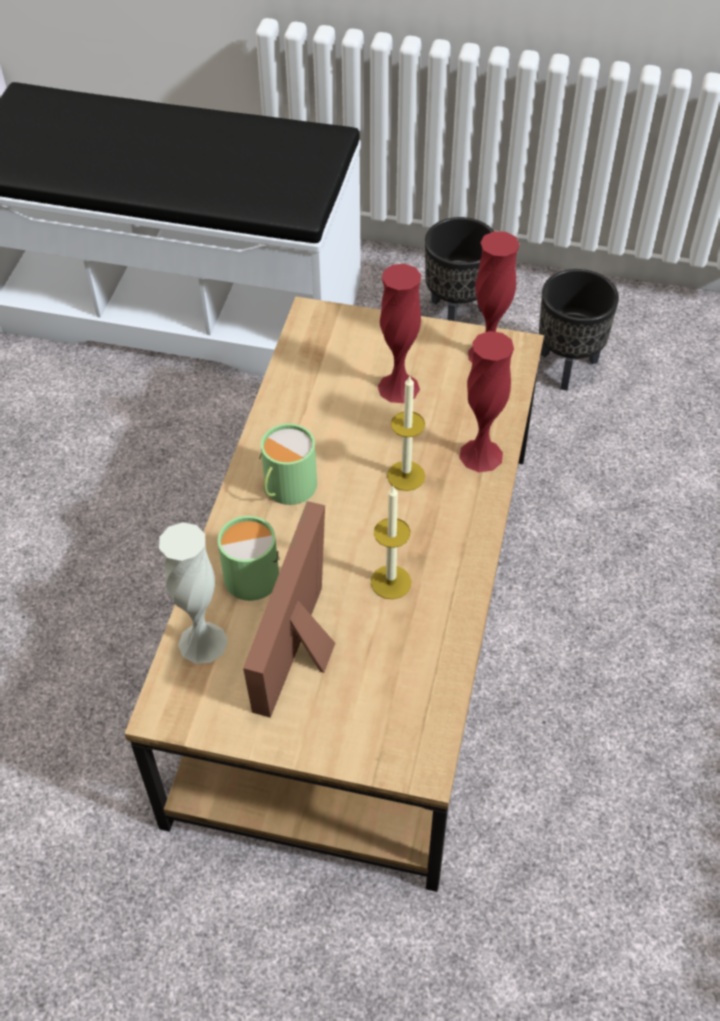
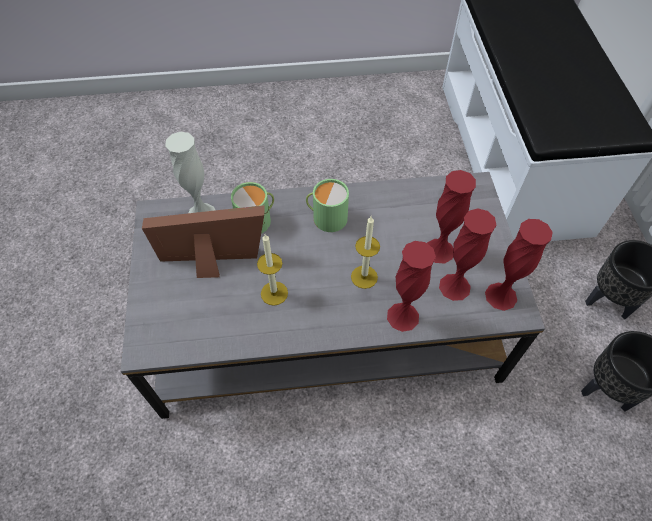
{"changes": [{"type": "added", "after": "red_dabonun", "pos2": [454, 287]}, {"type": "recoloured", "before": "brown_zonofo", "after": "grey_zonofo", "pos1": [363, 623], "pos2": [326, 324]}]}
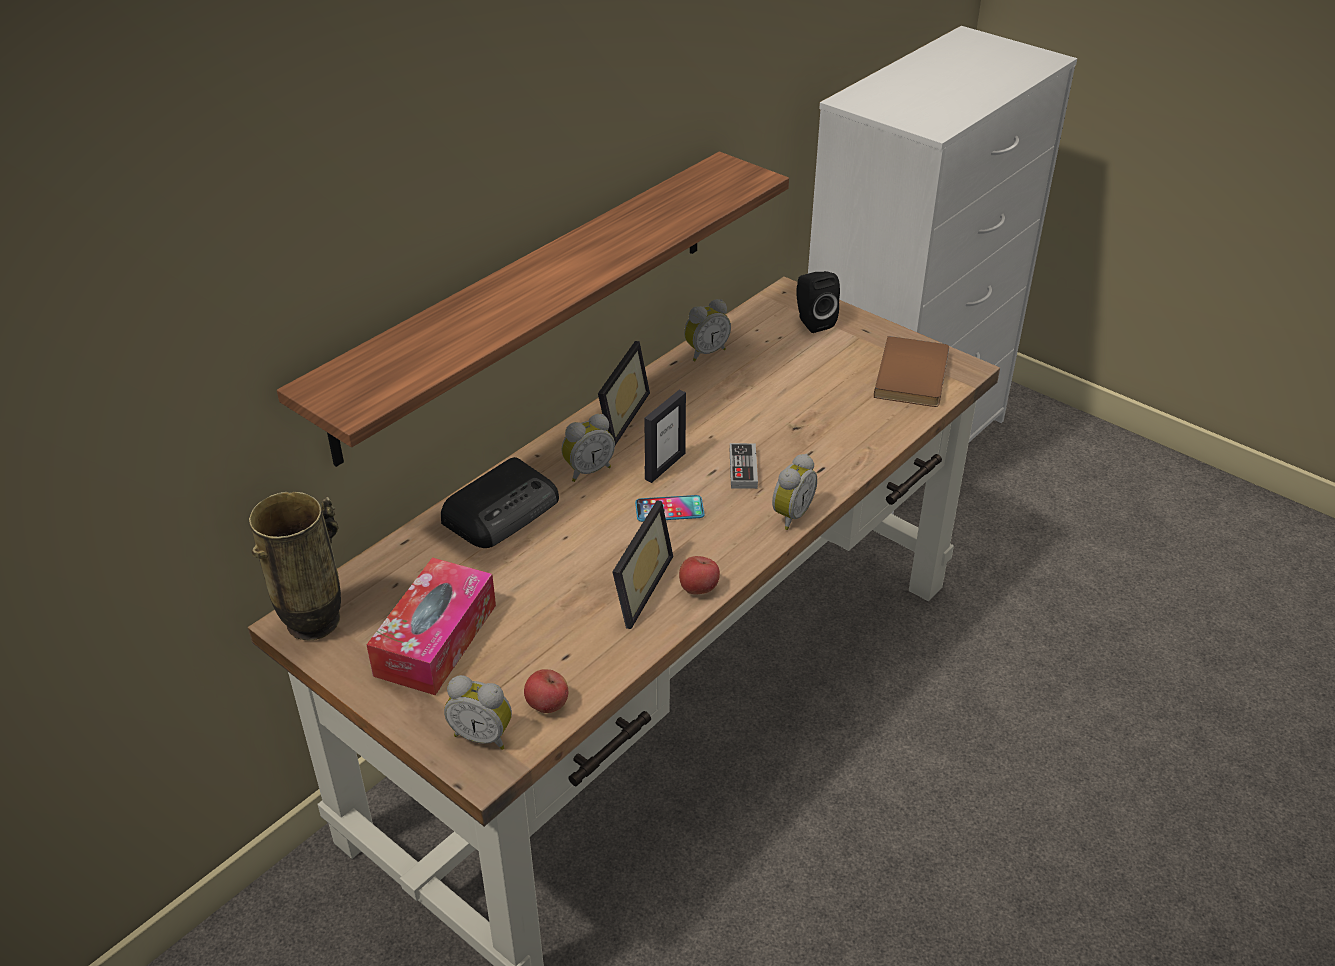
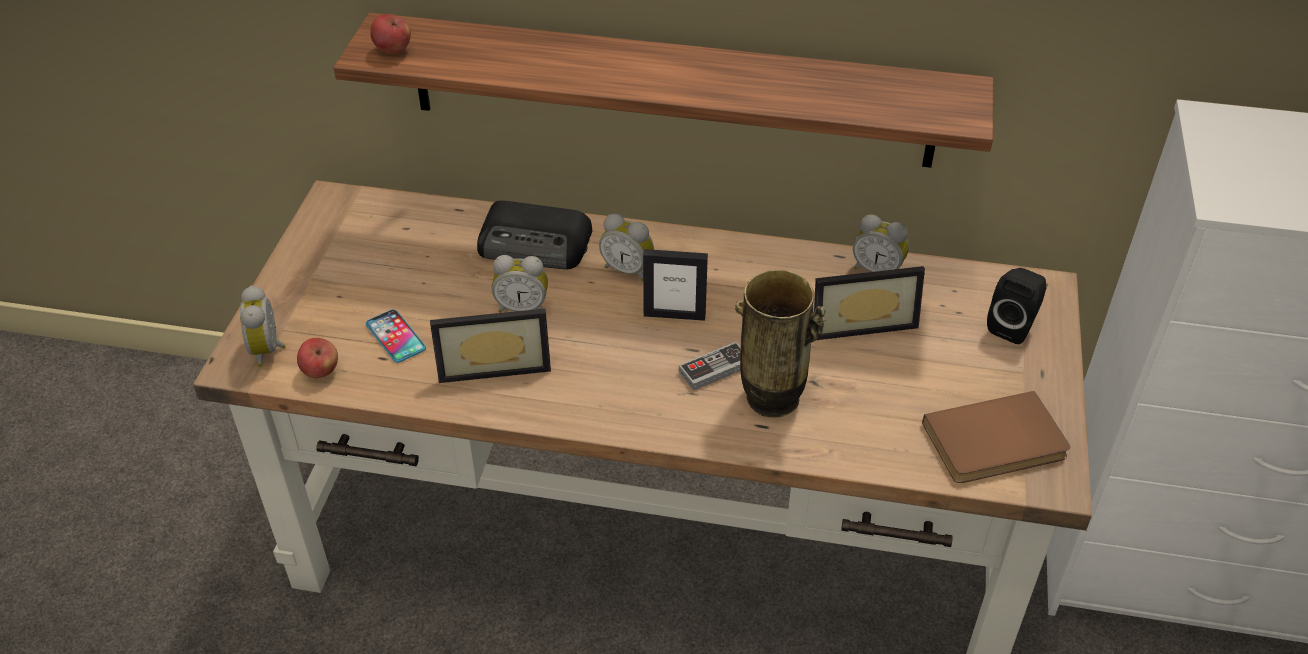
{"changes": [{"type": "removed", "before": "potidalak", "pos1": [436, 640]}, {"type": "moved", "before": "dabonun", "pos1": [314, 623], "pos2": [772, 400]}, {"type": "moved", "before": "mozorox", "pos1": [616, 416], "pos2": [860, 321]}, {"type": "moved", "before": "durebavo", "pos1": [669, 509], "pos2": [395, 337]}, {"type": "moved", "before": "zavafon", "pos1": [698, 589], "pos2": [393, 50]}, {"type": "moved", "before": "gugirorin", "pos1": [789, 515], "pos2": [522, 307]}]}
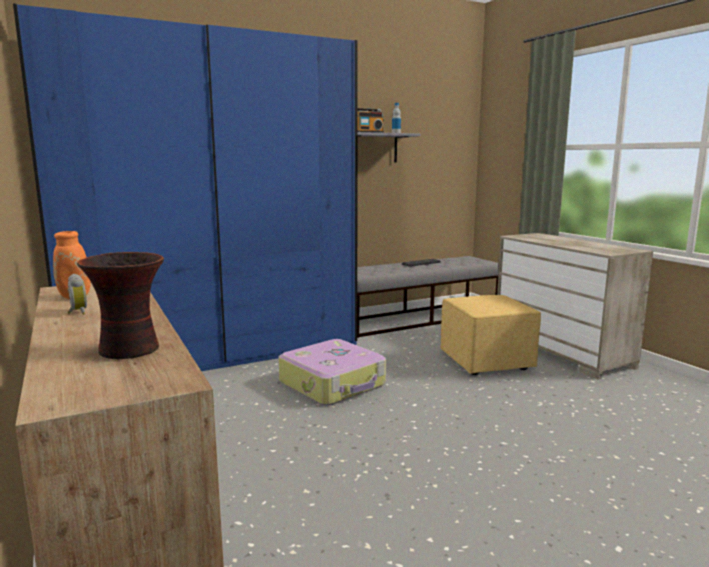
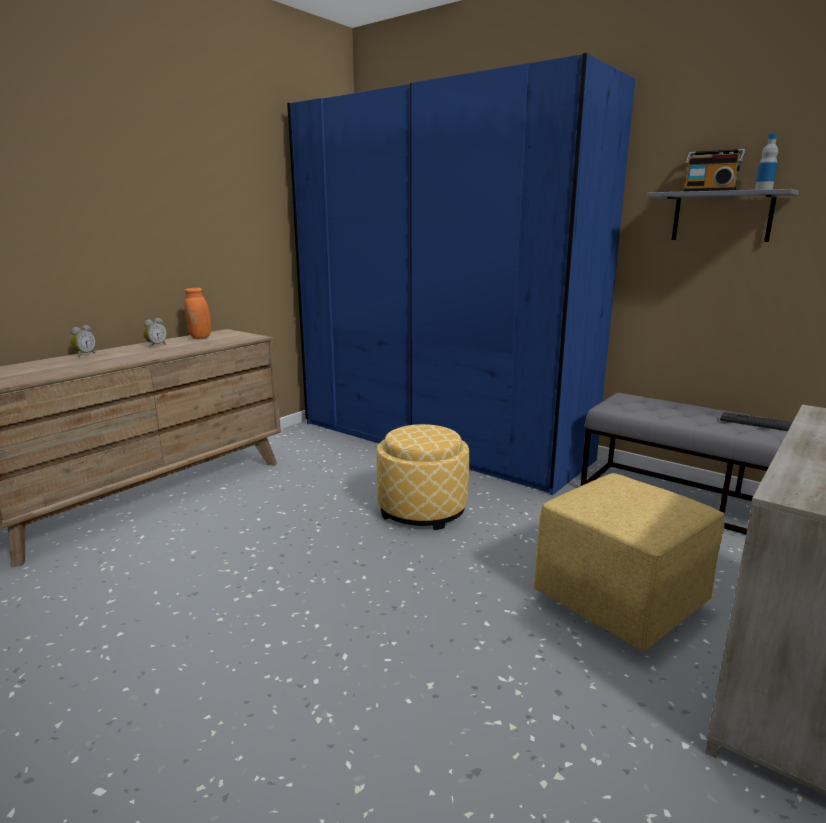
{"changes": [{"type": "removed", "before": "dabonun", "pos1": [130, 350]}, {"type": "added", "after": "gugirorin", "pos2": [84, 355]}, {"type": "replaced", "before": "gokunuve", "after": "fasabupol", "pos1": [333, 384], "pos2": [422, 510]}]}
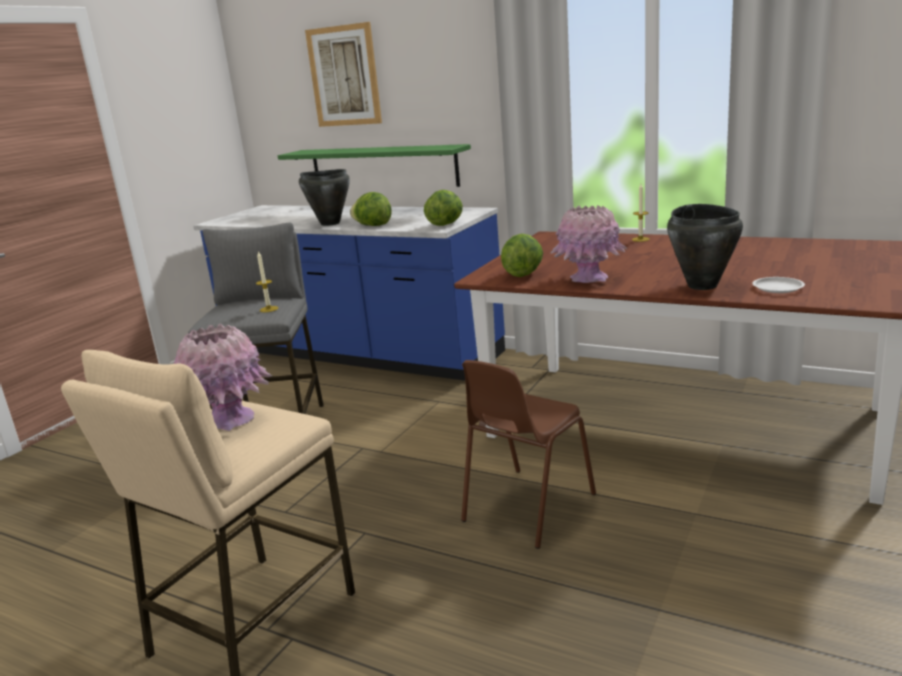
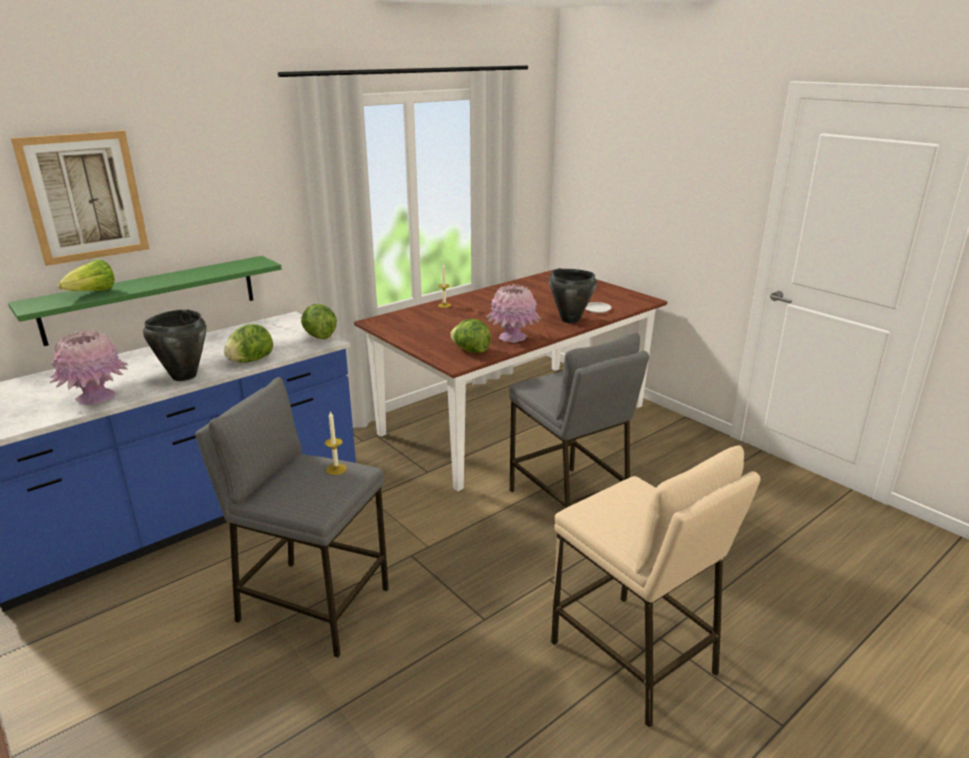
{"changes": [{"type": "added", "after": "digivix", "pos2": [93, 293]}, {"type": "moved", "before": "pink_dabonun", "pos1": [229, 420], "pos2": [96, 398]}, {"type": "replaced", "before": "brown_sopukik", "after": "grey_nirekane", "pos1": [526, 507], "pos2": [568, 502]}]}
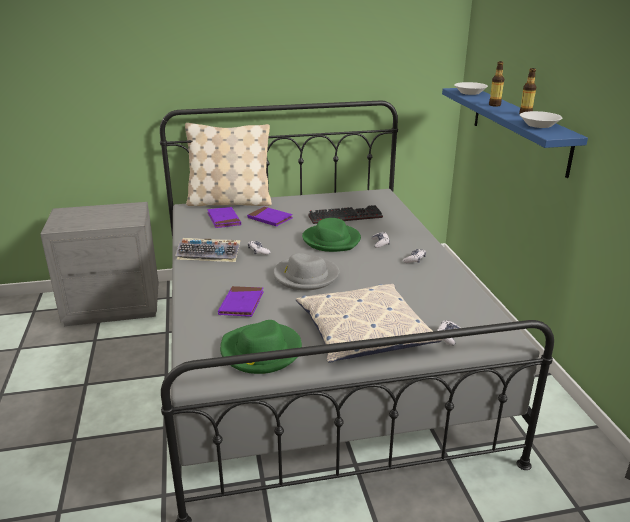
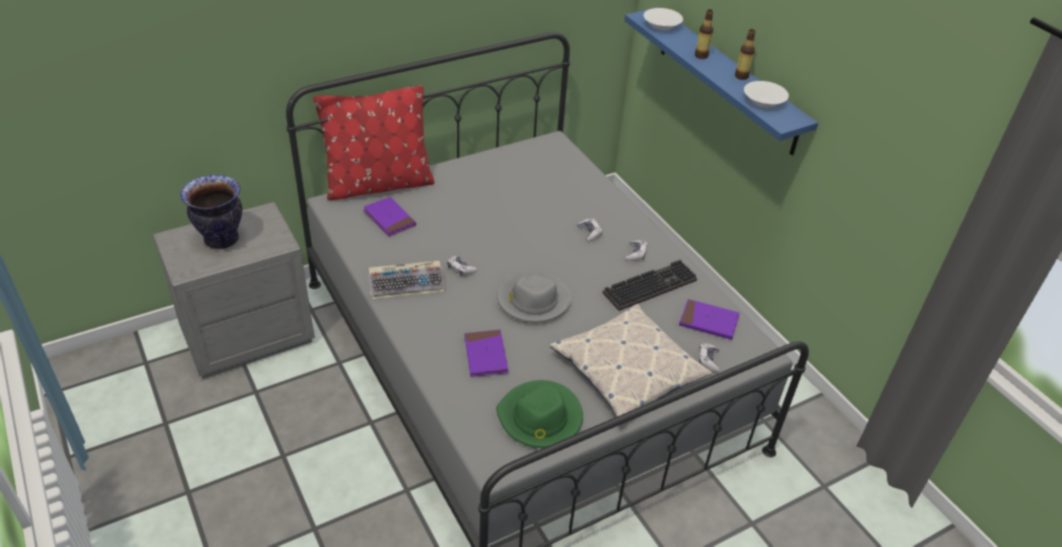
{"changes": [{"type": "removed", "before": "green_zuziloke", "pos1": [332, 240]}, {"type": "added", "after": "dabonun", "pos2": [222, 239]}, {"type": "moved", "before": "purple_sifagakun", "pos1": [270, 218], "pos2": [708, 321]}, {"type": "moved", "before": "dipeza", "pos1": [346, 216], "pos2": [650, 285]}, {"type": "recoloured", "before": "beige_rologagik", "after": "red_rologagik", "pos1": [230, 202], "pos2": [378, 184]}]}
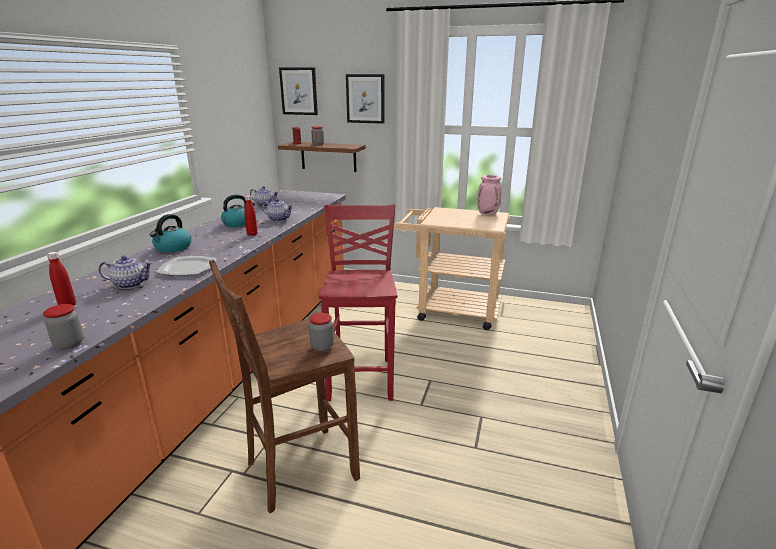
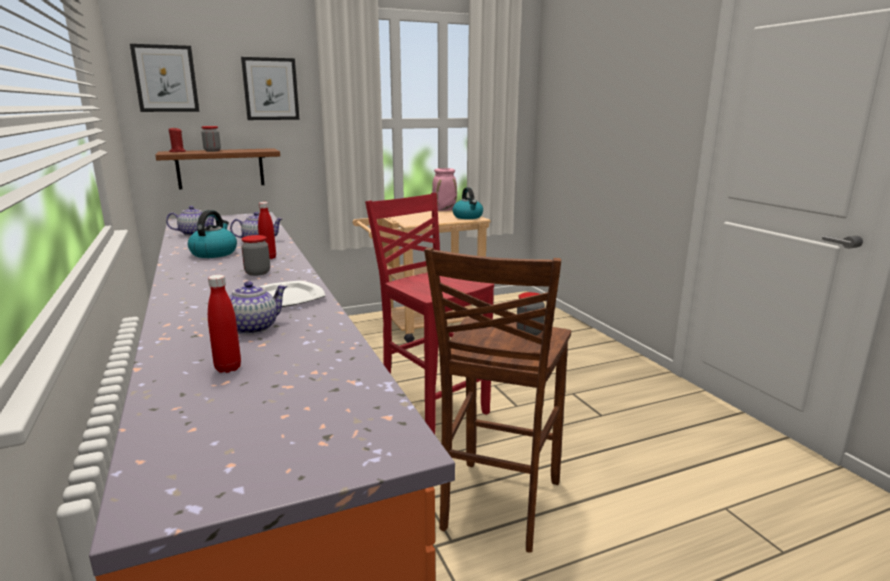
{"changes": [{"type": "moved", "before": "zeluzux", "pos1": [69, 344], "pos2": [257, 273]}, {"type": "moved", "before": "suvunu", "pos1": [173, 248], "pos2": [468, 217]}]}
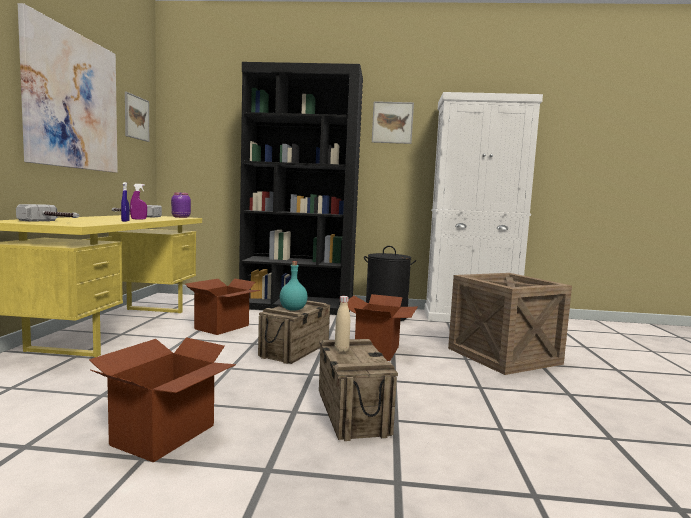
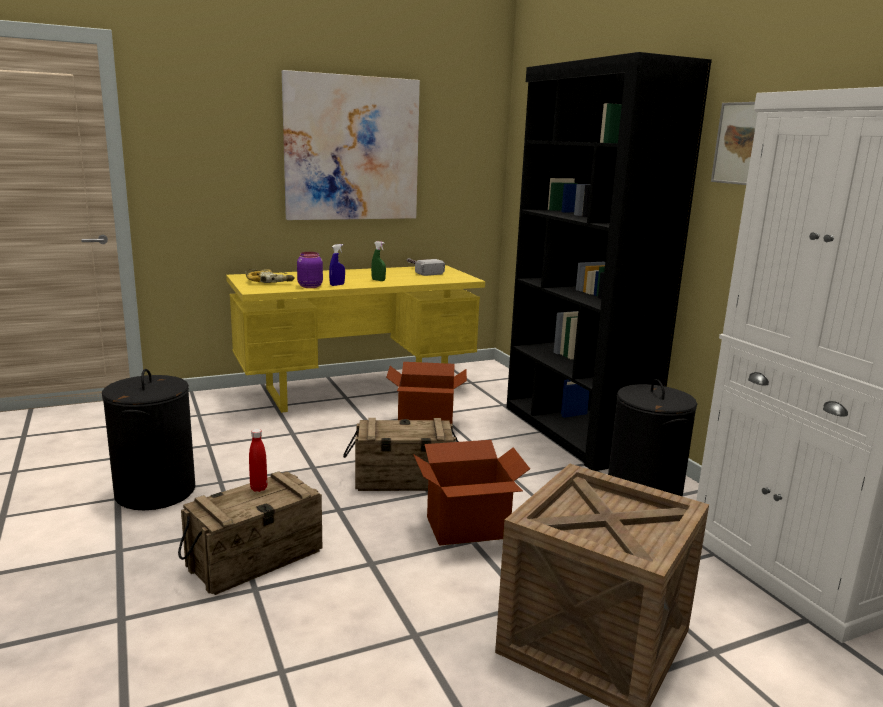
{"changes": [{"type": "removed", "before": "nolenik", "pos1": [136, 117]}, {"type": "removed", "before": "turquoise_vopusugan", "pos1": [293, 309]}, {"type": "moved", "before": "purple_zeluzux", "pos1": [180, 217], "pos2": [309, 286]}, {"type": "replaced", "before": "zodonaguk", "after": "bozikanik", "pos1": [53, 222], "pos2": [269, 281]}, {"type": "replaced", "before": "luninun", "after": "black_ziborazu", "pos1": [165, 435], "pos2": [155, 492]}, {"type": "recoloured", "before": "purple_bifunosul", "after": "green_bifunosul", "pos1": [138, 219], "pos2": [378, 280]}, {"type": "recoloured", "before": "beige_vopusugan", "after": "red_vopusugan", "pos1": [341, 350], "pos2": [258, 488]}]}
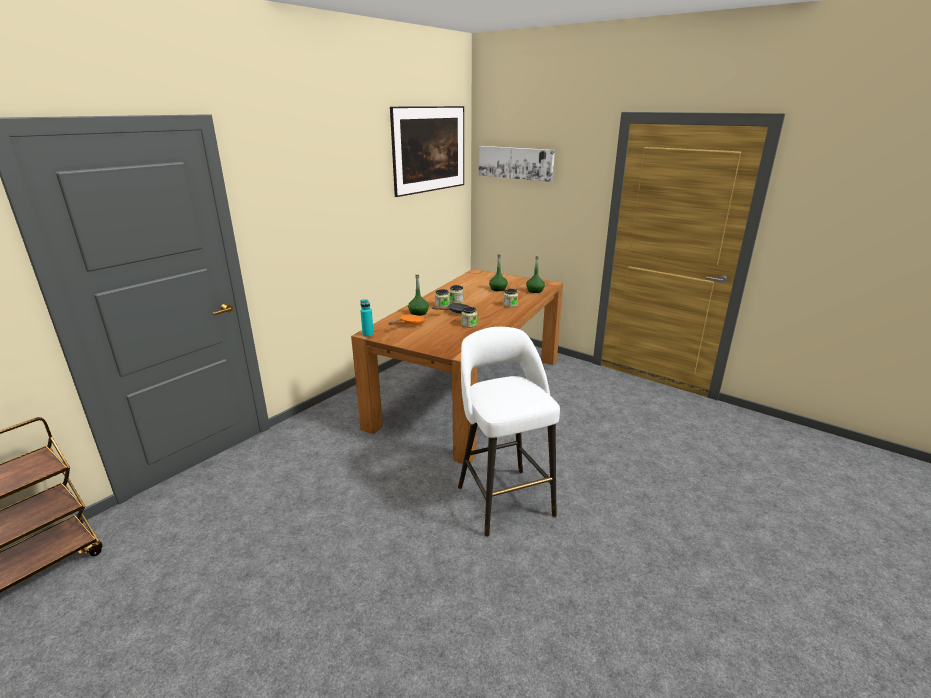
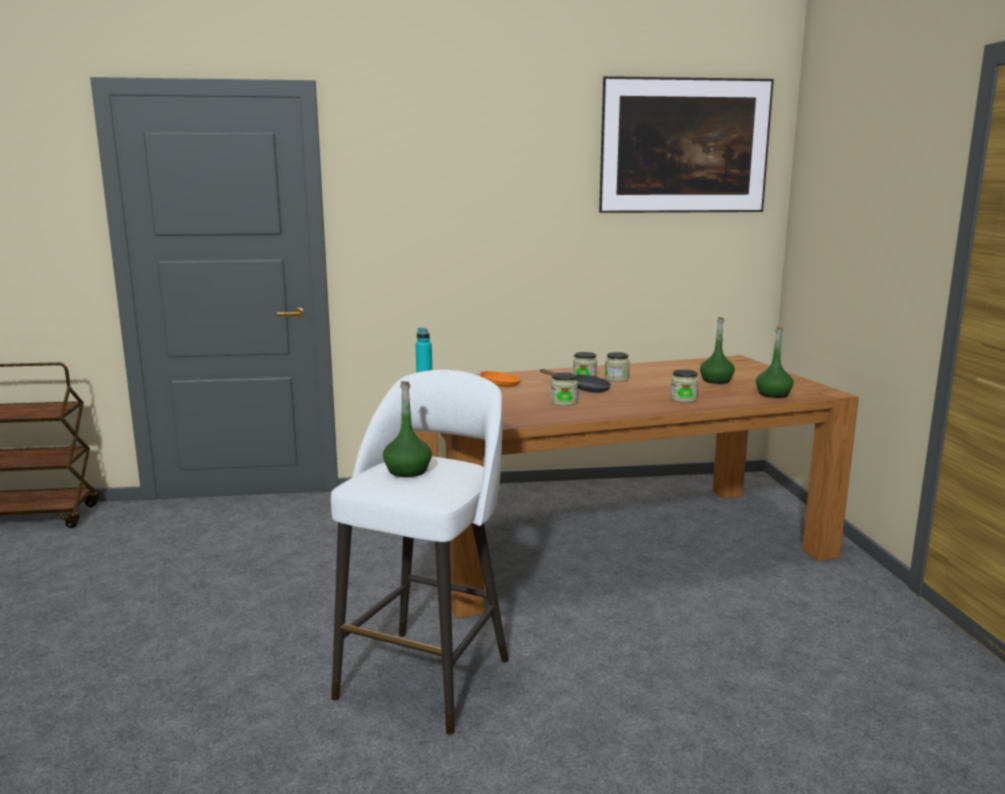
{"changes": [{"type": "removed", "before": "nolenik", "pos1": [515, 163]}, {"type": "moved", "before": "green_vopusugan", "pos1": [418, 313], "pos2": [407, 471]}]}
